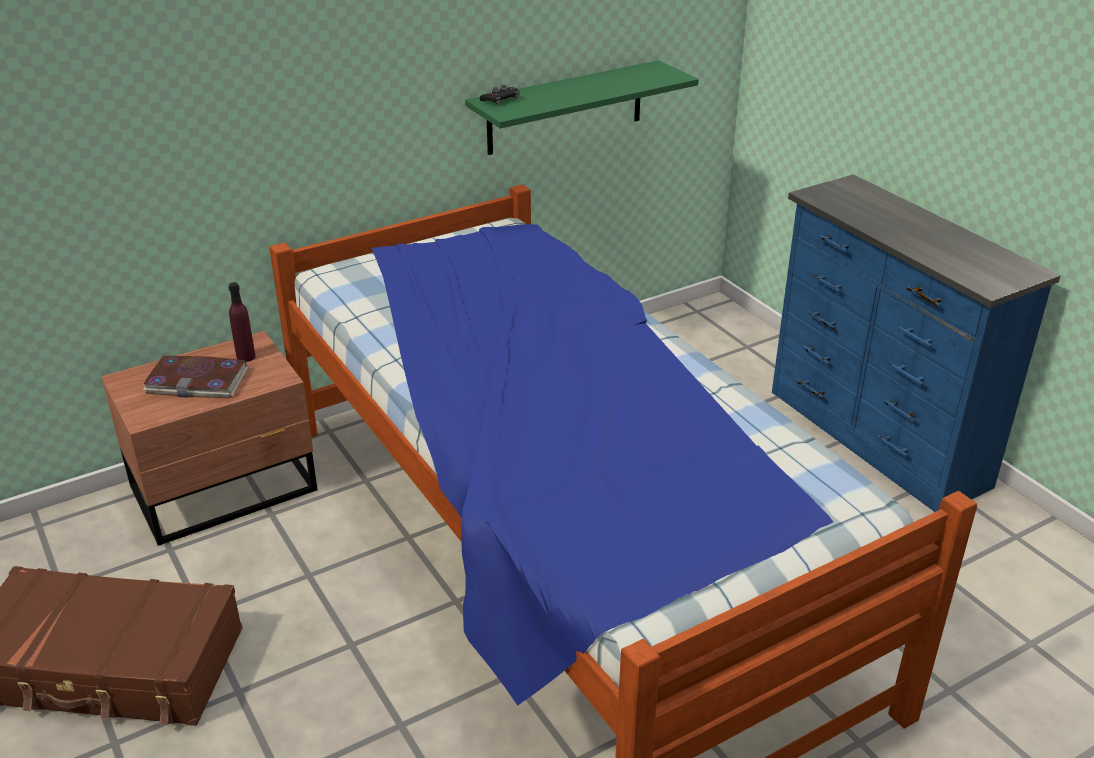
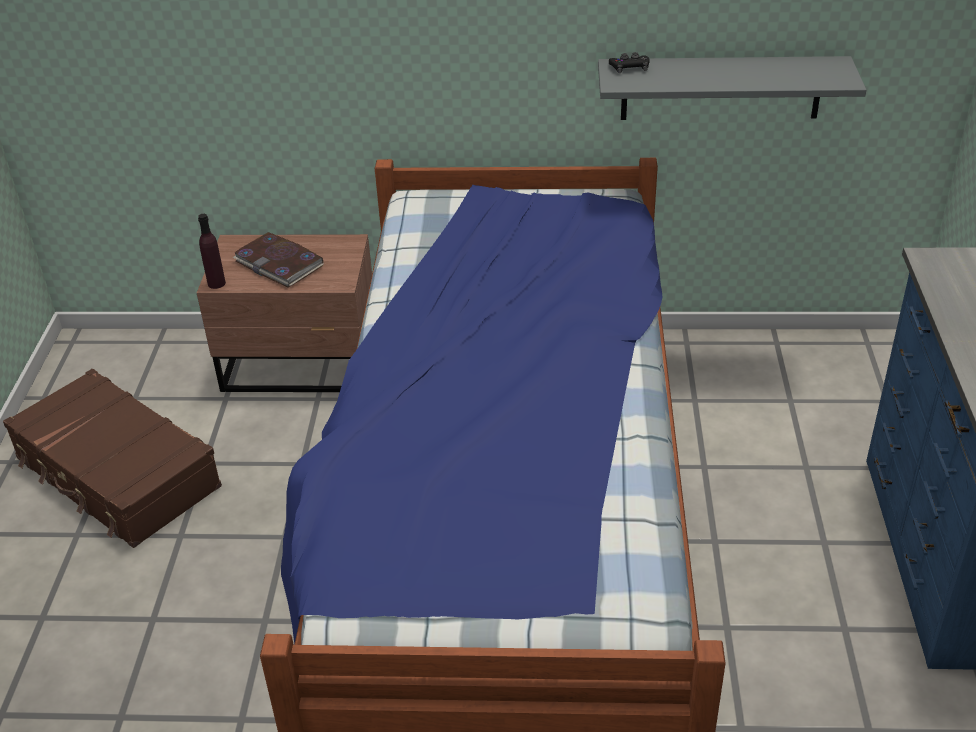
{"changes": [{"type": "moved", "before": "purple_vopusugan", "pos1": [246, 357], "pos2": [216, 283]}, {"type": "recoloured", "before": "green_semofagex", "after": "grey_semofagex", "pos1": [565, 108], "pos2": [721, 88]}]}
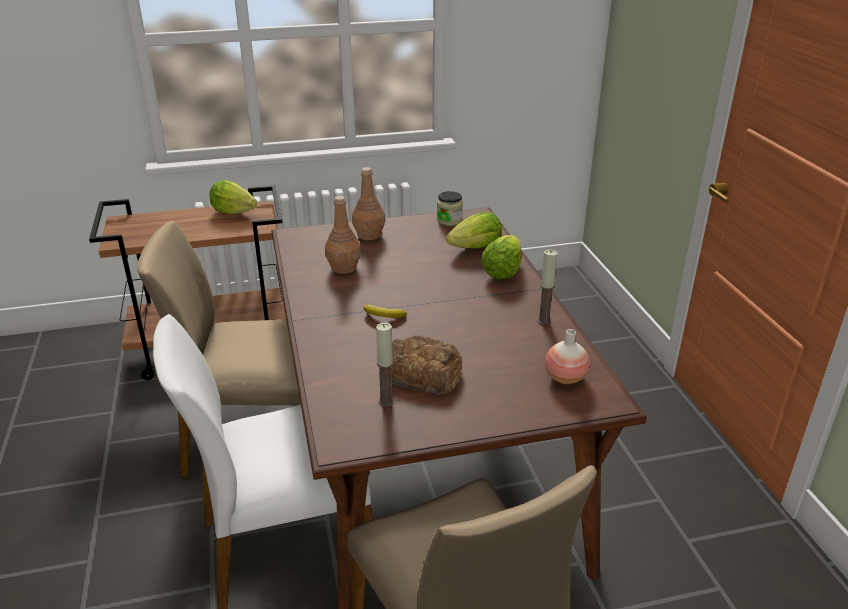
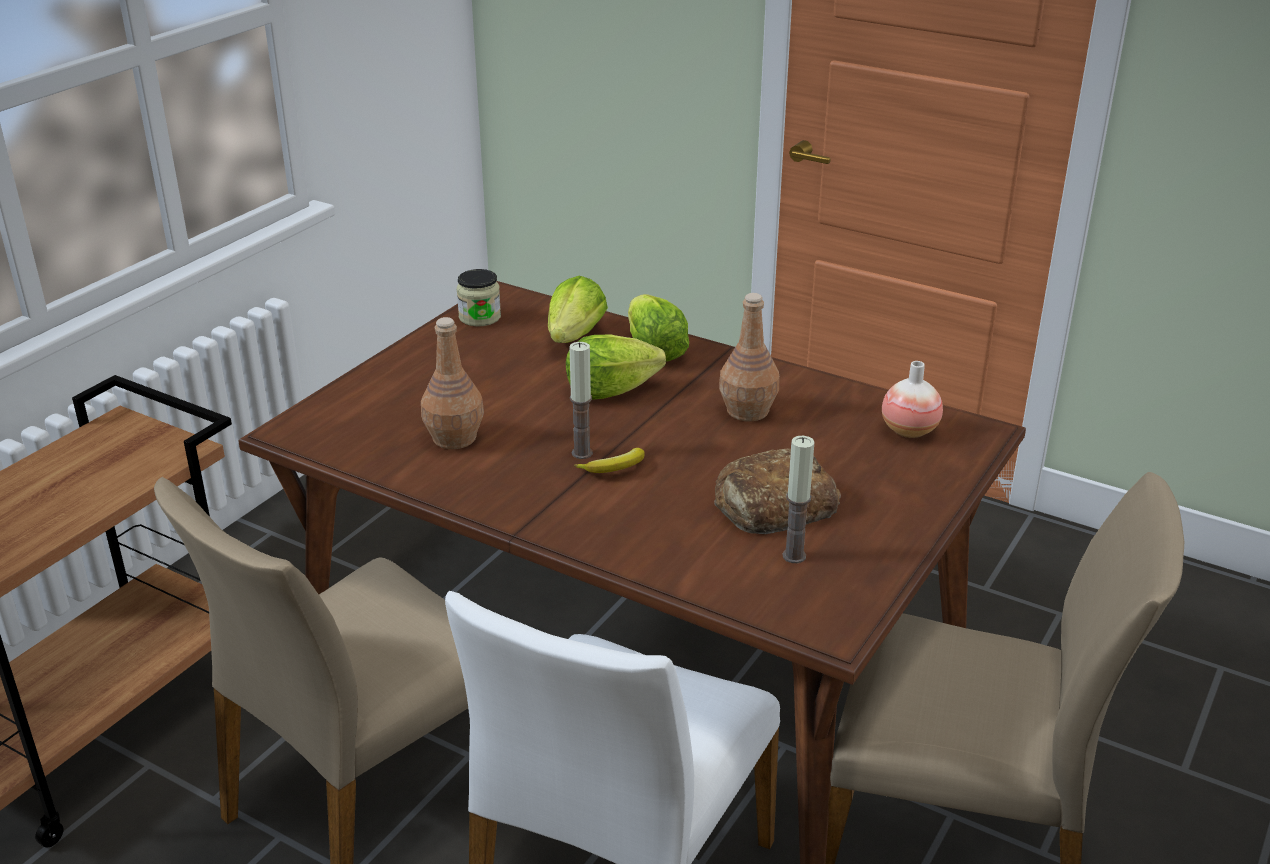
{"changes": [{"type": "moved", "before": "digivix", "pos1": [233, 212], "pos2": [610, 390]}, {"type": "moved", "before": "brown_vopusugan", "pos1": [369, 235], "pos2": [748, 411]}, {"type": "moved", "before": "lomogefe", "pos1": [544, 320], "pos2": [582, 453]}]}
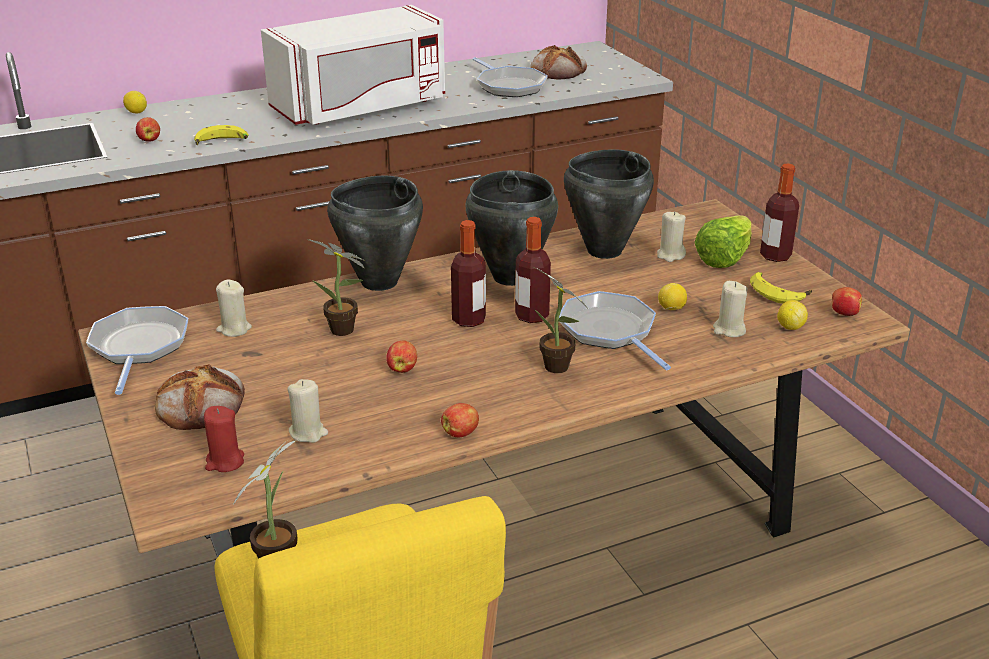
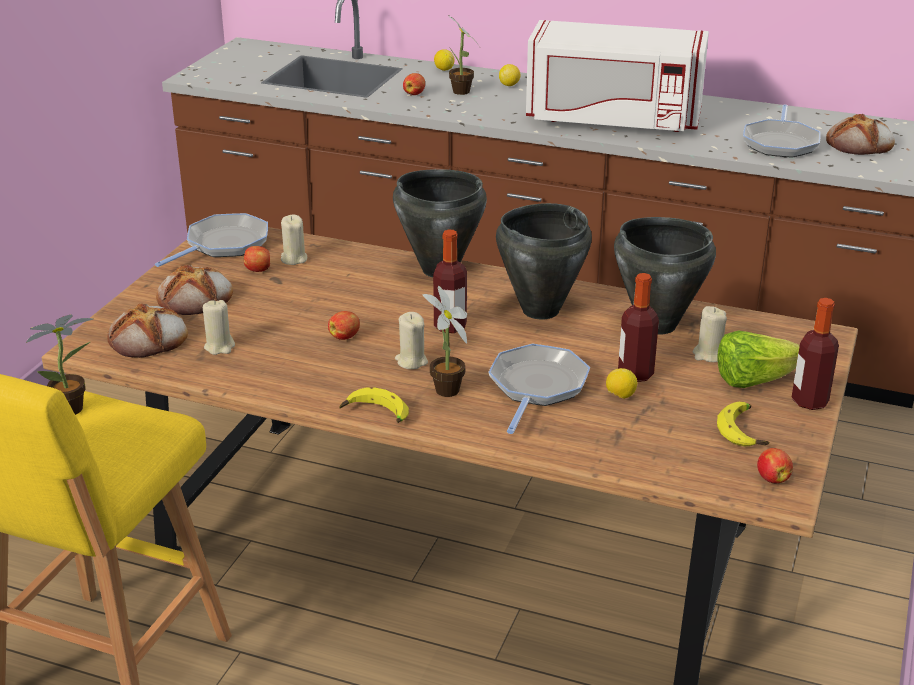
{"changes": [{"type": "moved", "before": "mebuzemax", "pos1": [221, 143], "pos2": [375, 415]}, {"type": "moved", "before": "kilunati", "pos1": [345, 331], "pos2": [461, 93]}, {"type": "moved", "before": "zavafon", "pos1": [460, 433], "pos2": [258, 270]}, {"type": "moved", "before": "vopusugan", "pos1": [532, 316], "pos2": [635, 374]}, {"type": "moved", "before": "beige_lomogefe", "pos1": [729, 330], "pos2": [411, 361]}, {"type": "moved", "before": "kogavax", "pos1": [790, 327], "pos2": [509, 85]}, {"type": "replaced", "before": "red_lomogefe", "after": "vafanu", "pos1": [225, 462], "pos2": [149, 338]}]}
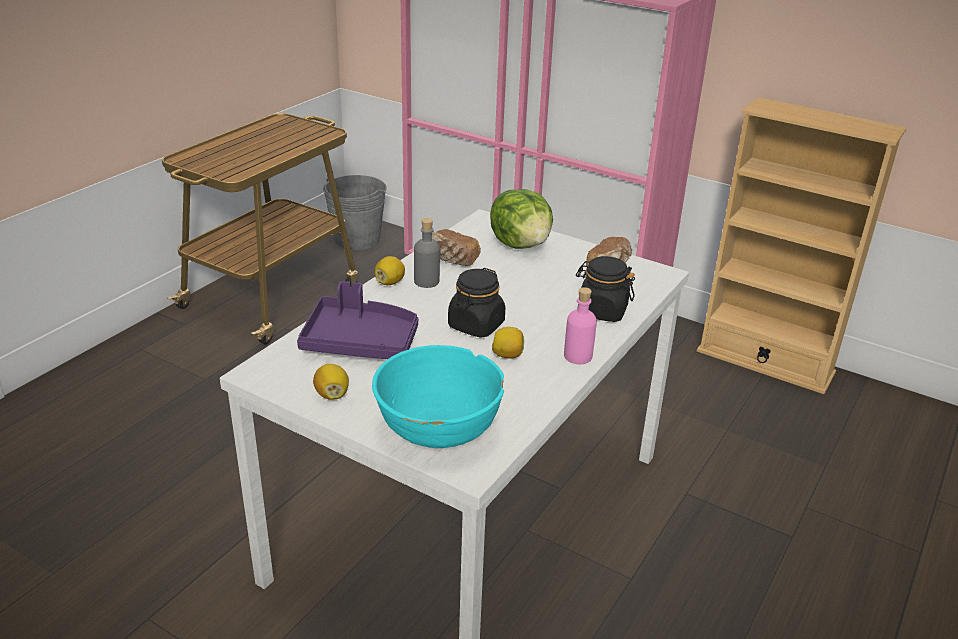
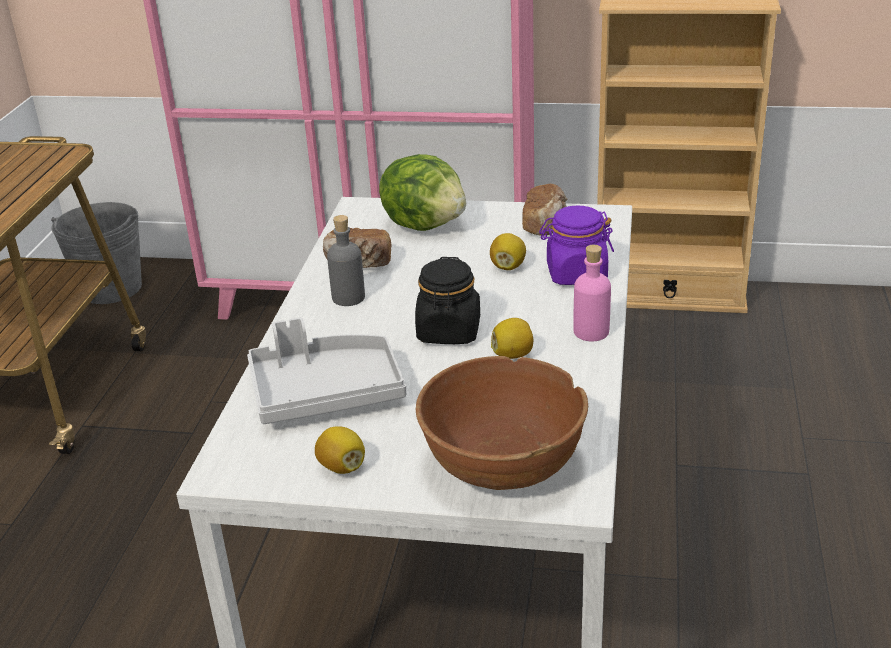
{"changes": [{"type": "moved", "before": "kogavax", "pos1": [390, 282], "pos2": [508, 266]}, {"type": "recoloured", "before": "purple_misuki", "after": "grey_misuki", "pos1": [360, 342], "pos2": [326, 392]}, {"type": "recoloured", "before": "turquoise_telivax", "after": "brown_telivax", "pos1": [438, 428], "pos2": [502, 464]}, {"type": "recoloured", "before": "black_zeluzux", "after": "purple_zeluzux", "pos1": [602, 311], "pos2": [576, 274]}]}
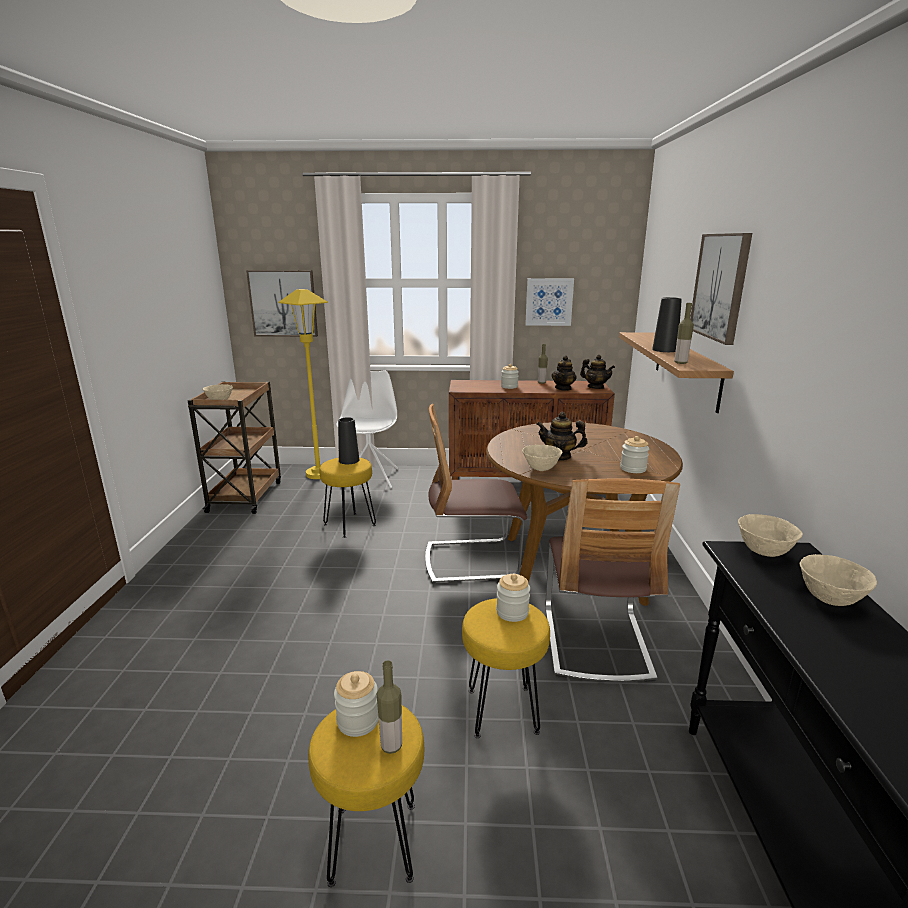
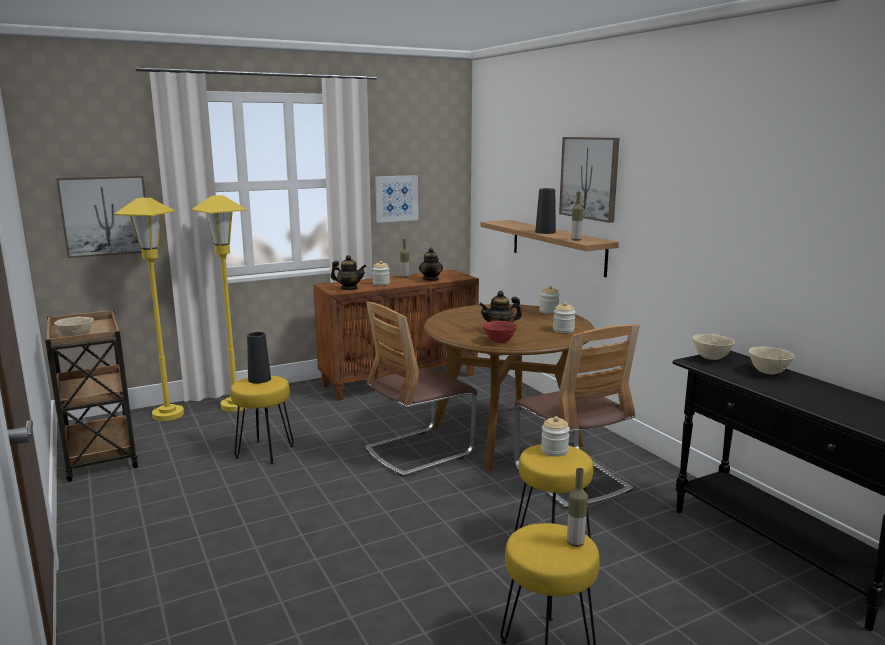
{"changes": [{"type": "moved", "before": "zeluzux", "pos1": [358, 720], "pos2": [549, 311]}, {"type": "moved", "before": "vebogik", "pos1": [595, 387], "pos2": [349, 289]}, {"type": "replaced", "before": "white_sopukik", "after": "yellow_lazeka", "pos1": [371, 477], "pos2": [236, 406]}, {"type": "recoloured", "before": "beige_telivax", "after": "red_telivax", "pos1": [540, 469], "pos2": [499, 341]}]}
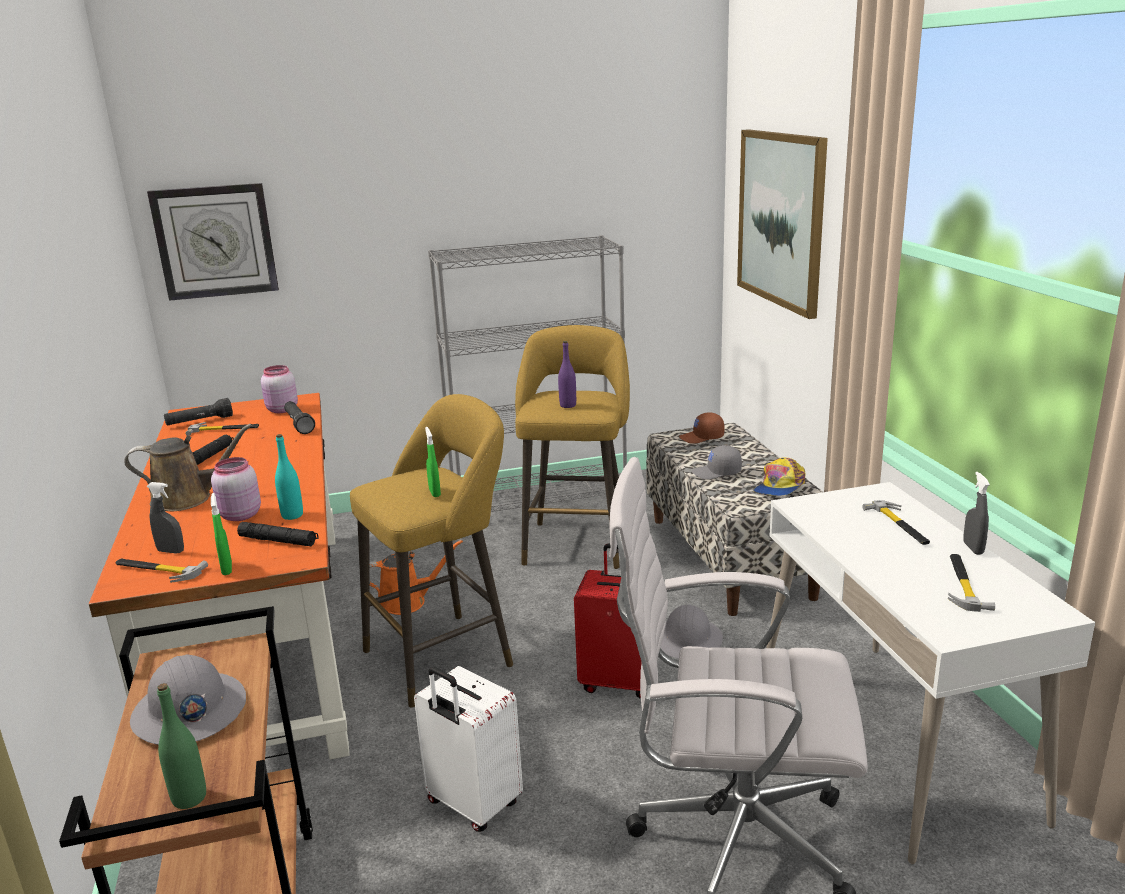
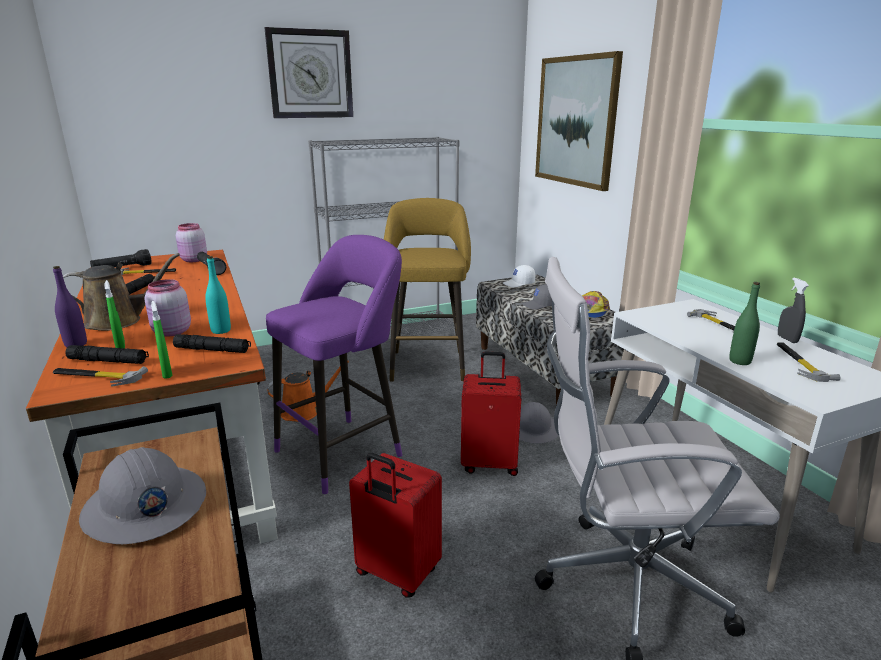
{"changes": [{"type": "moved", "before": "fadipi", "pos1": [215, 241], "pos2": [310, 74]}, {"type": "moved", "before": "green_vopusugan", "pos1": [189, 798], "pos2": [740, 361]}, {"type": "moved", "before": "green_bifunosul", "pos1": [434, 492], "pos2": [120, 346]}, {"type": "moved", "before": "purple_vopusugan", "pos1": [568, 405], "pos2": [76, 344]}, {"type": "replaced", "before": "grey_bifunosul", "after": "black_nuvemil", "pos1": [171, 551], "pos2": [108, 361]}, {"type": "recoloured", "before": "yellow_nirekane", "after": "purple_nirekane", "pos1": [445, 655], "pos2": [344, 450]}, {"type": "recoloured", "before": "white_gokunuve", "after": "red_gokunuve", "pos1": [472, 805], "pos2": [396, 574]}, {"type": "recoloured", "before": "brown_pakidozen", "after": "white_pakidozen", "pos1": [702, 437], "pos2": [519, 283]}]}
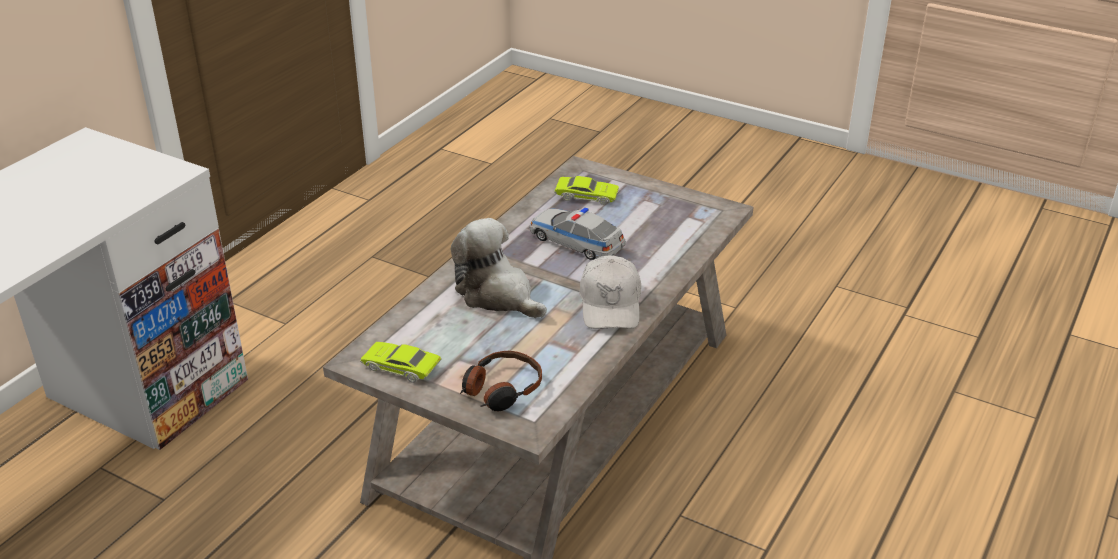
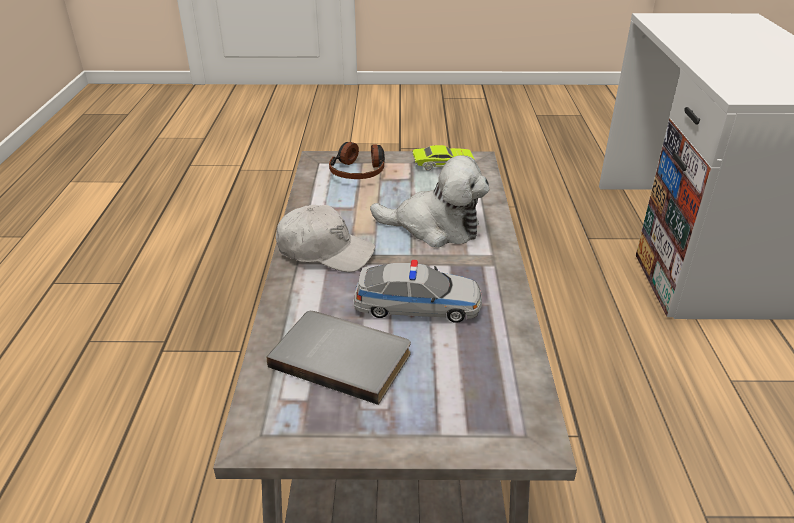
{"changes": [{"type": "removed", "before": "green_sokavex", "pos1": [586, 196]}, {"type": "added", "after": "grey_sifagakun", "pos2": [343, 356]}, {"type": "turned", "before": "white_pakidozen", "pos1": [610, 304], "pos2": [325, 251], "turn": 135}]}
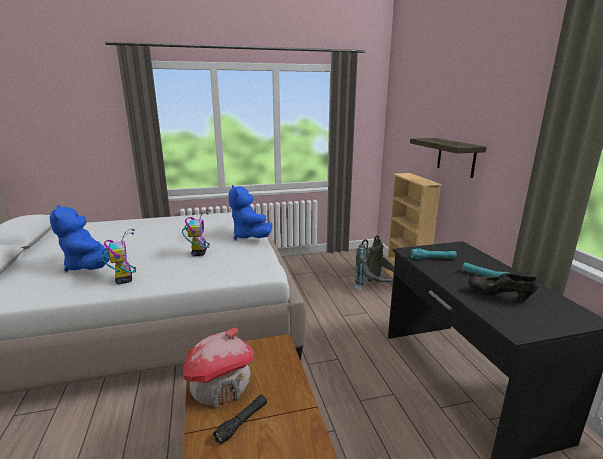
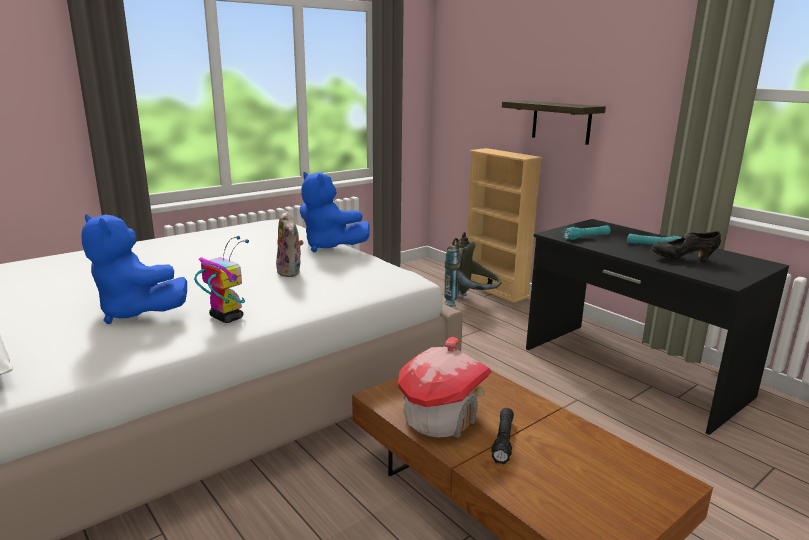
{"changes": [{"type": "replaced", "before": "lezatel", "after": "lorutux", "pos1": [199, 253], "pos2": [291, 272]}]}
